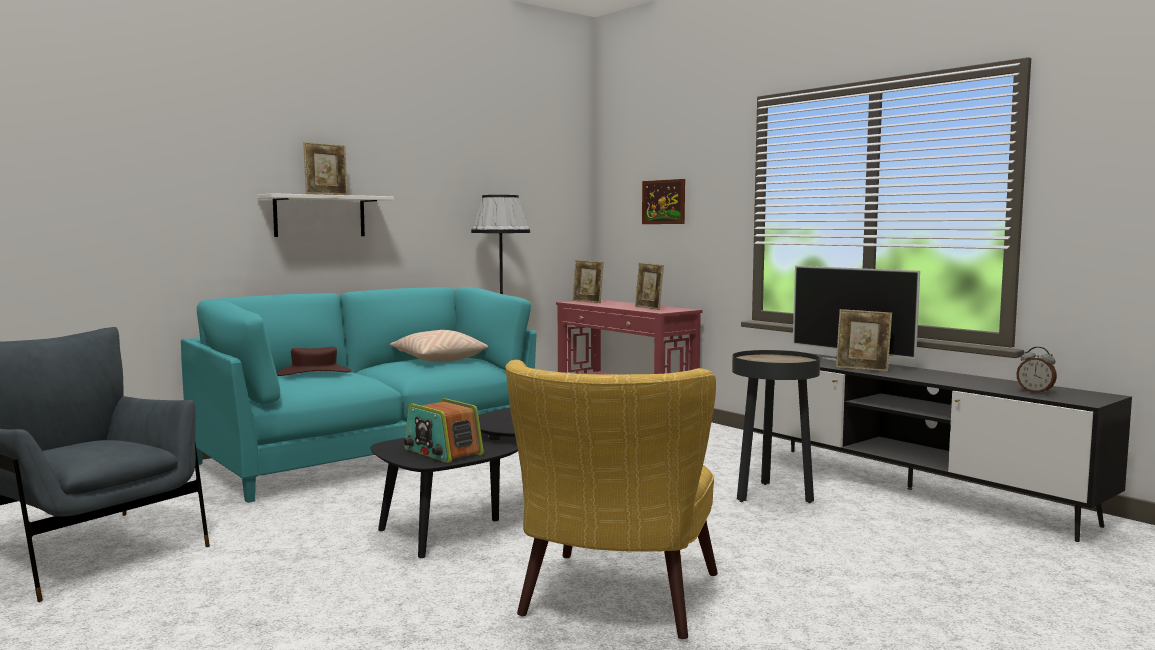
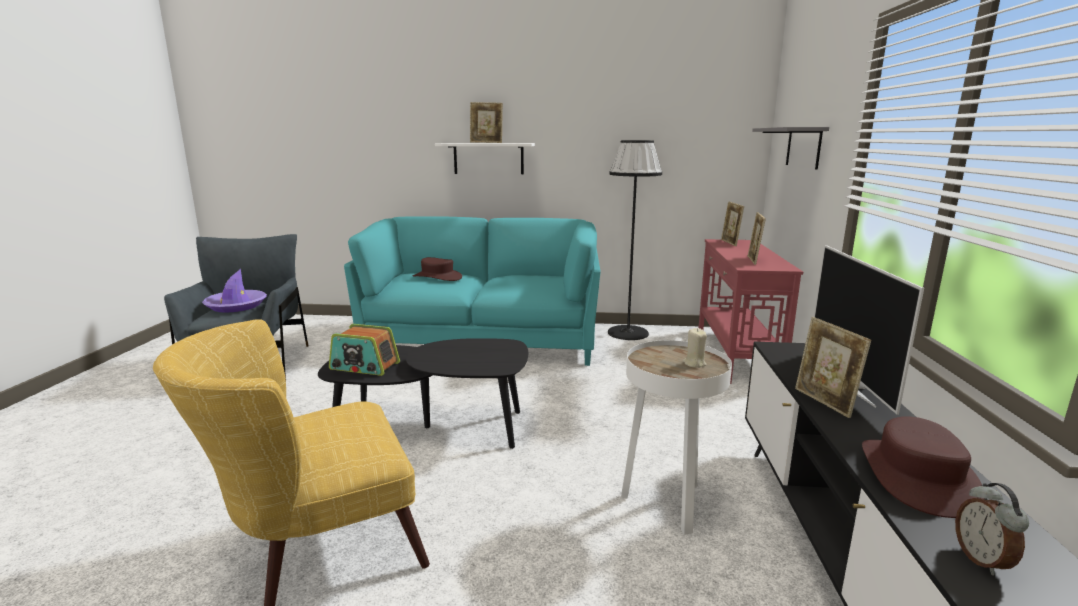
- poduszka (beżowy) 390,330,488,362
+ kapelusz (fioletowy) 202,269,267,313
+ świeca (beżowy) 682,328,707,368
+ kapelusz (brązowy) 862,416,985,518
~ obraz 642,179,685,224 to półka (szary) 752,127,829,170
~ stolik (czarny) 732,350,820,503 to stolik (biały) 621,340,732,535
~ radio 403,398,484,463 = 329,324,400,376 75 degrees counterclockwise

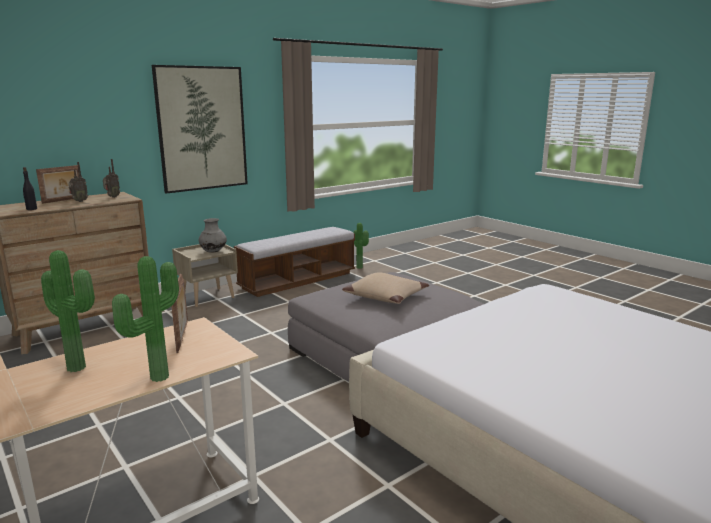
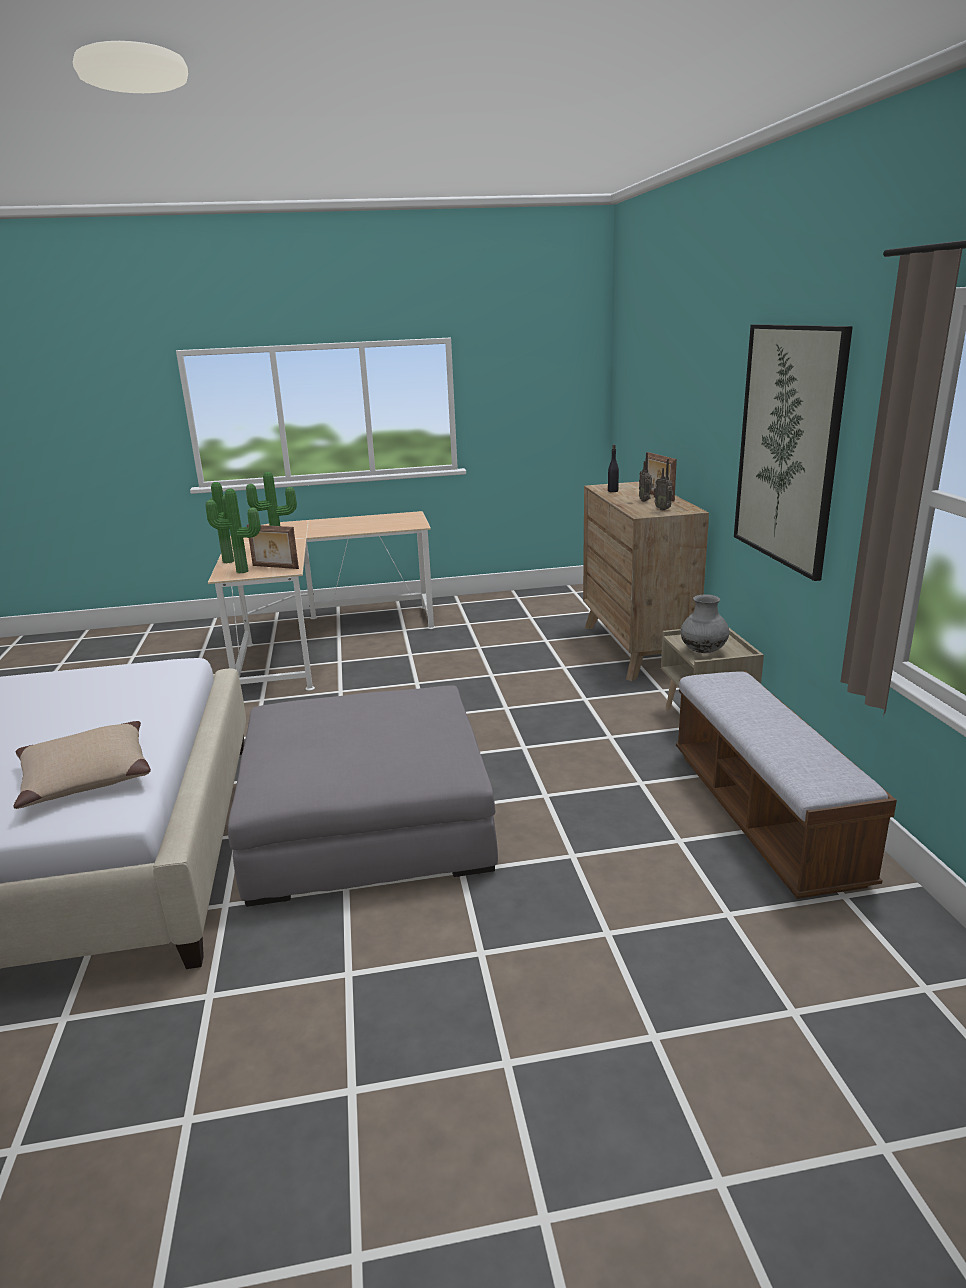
~ poduszka (beżowy) 342,273,429,304 to 13,721,151,809
~ roślina doniczkowa 353,223,369,269 to 205,489,261,574

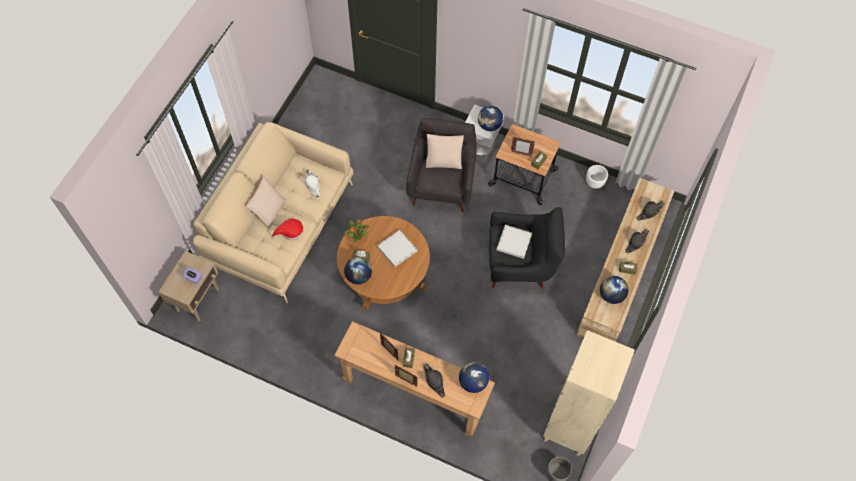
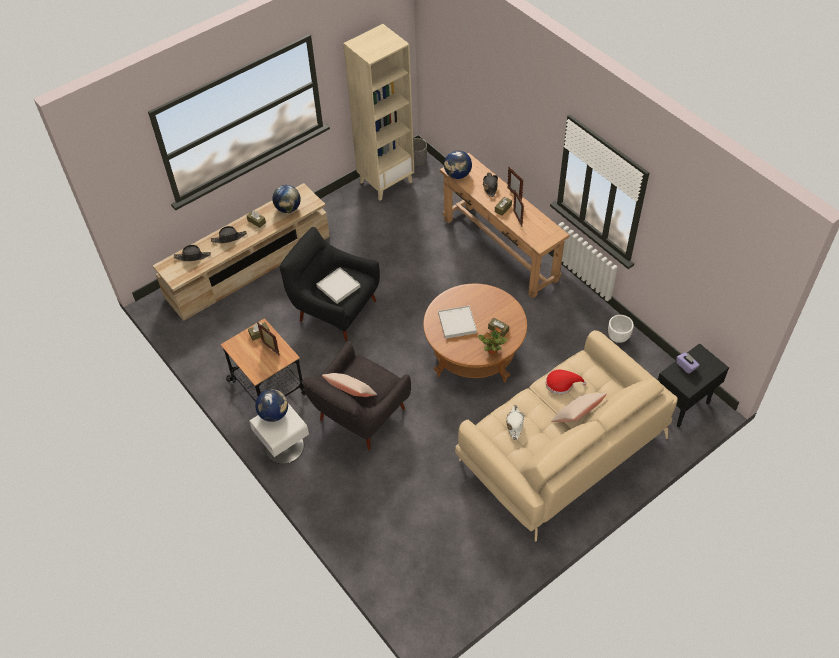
- globus 344,257,372,285
~ donica (biały) 586,165,608,189 to 608,315,634,343
~ stolik (beżowy) 158,251,219,321 to stolik (czarny) 658,343,729,427

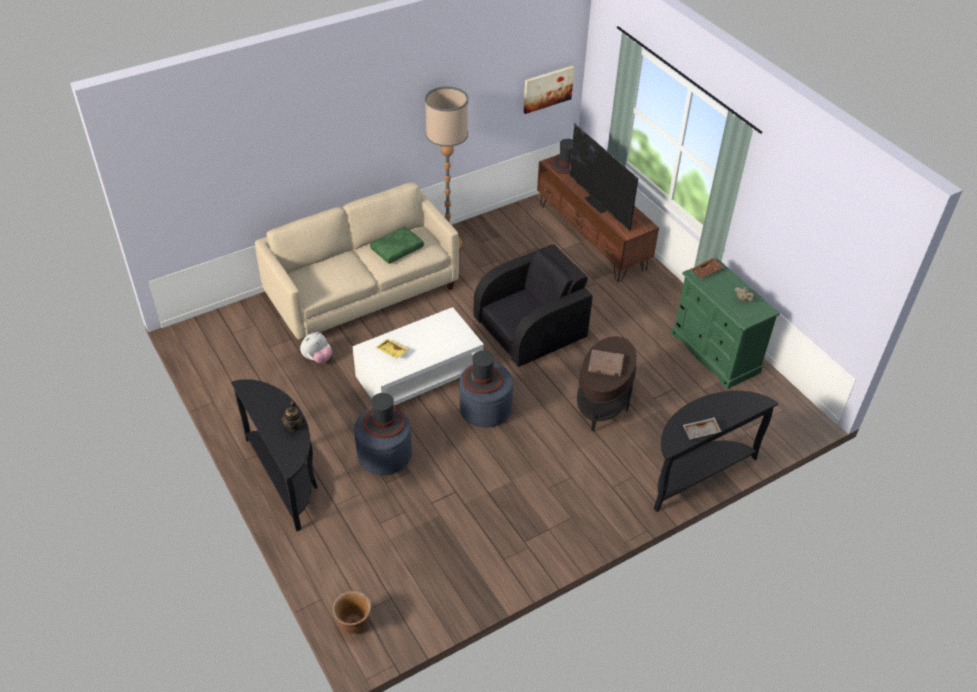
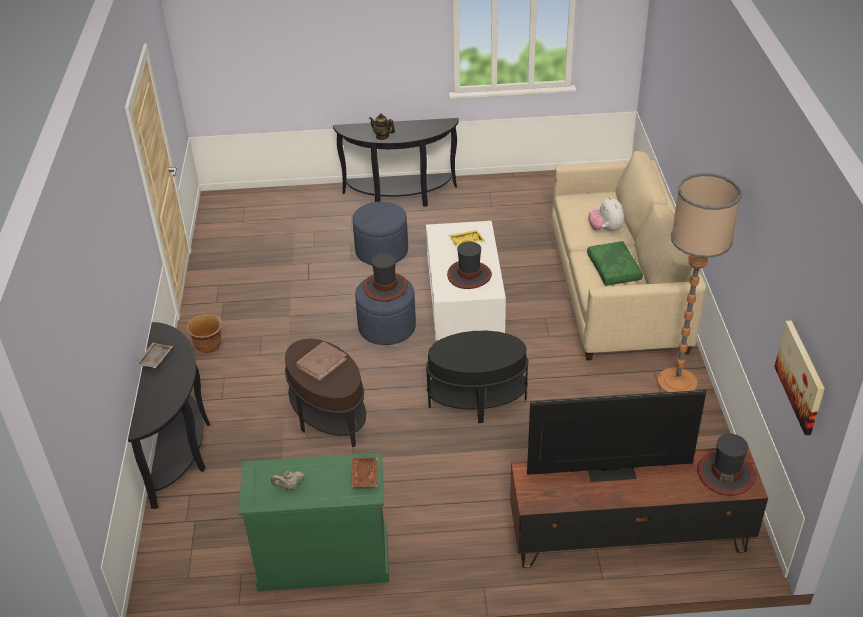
~ pluszak 300,332,332,364 to 588,196,624,233
~ donica (brązowy) 333,591,371,634 to 186,314,223,353
~ kapelusz 362,393,405,438 to 447,242,492,289
~ fotel (czarny) 474,244,593,367 to stolik (czarny) 426,331,529,423

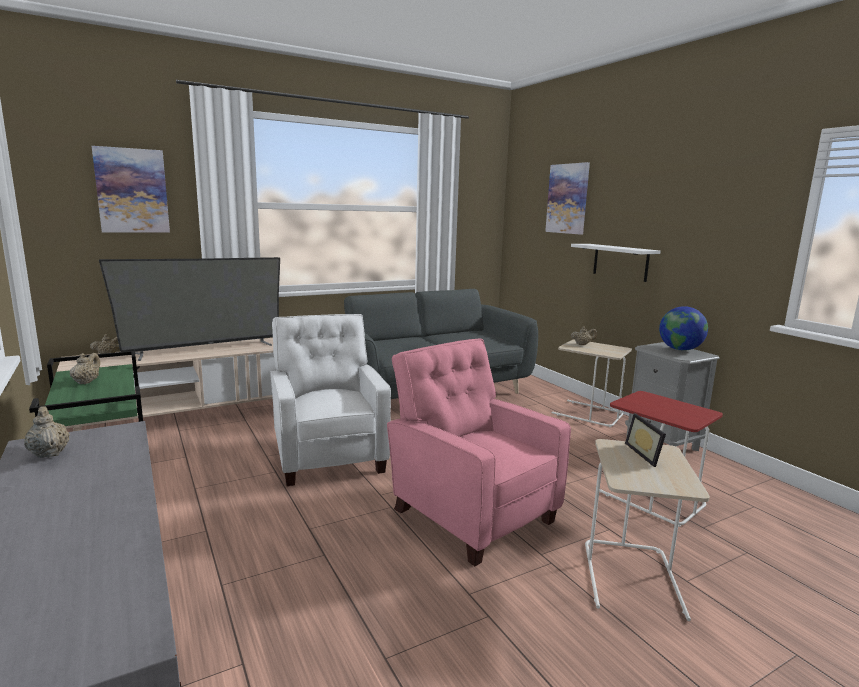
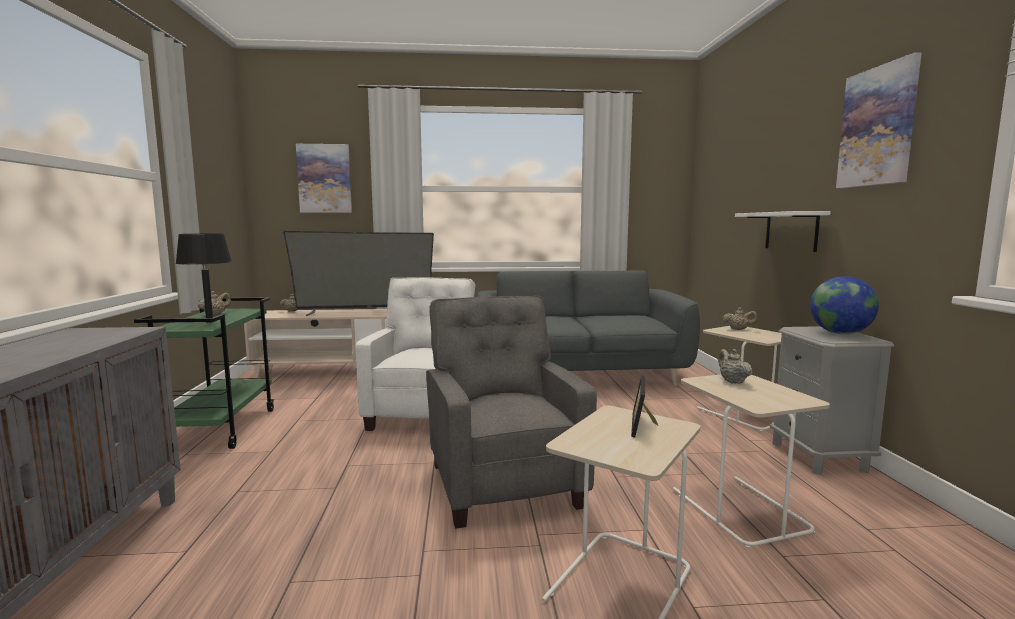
+ lampa stołowa (czarny) 176,234,232,323
~ imbryk (beżowy) 24,406,70,458 to 718,349,752,384
~ obraz 545,162,590,235 to 836,52,922,188
~ fotel (różowy) 387,338,571,566 to fotel (szary) 426,296,597,529
~ stolik (czerwony) 599,391,723,527 to stolik (beżowy) 673,375,830,548

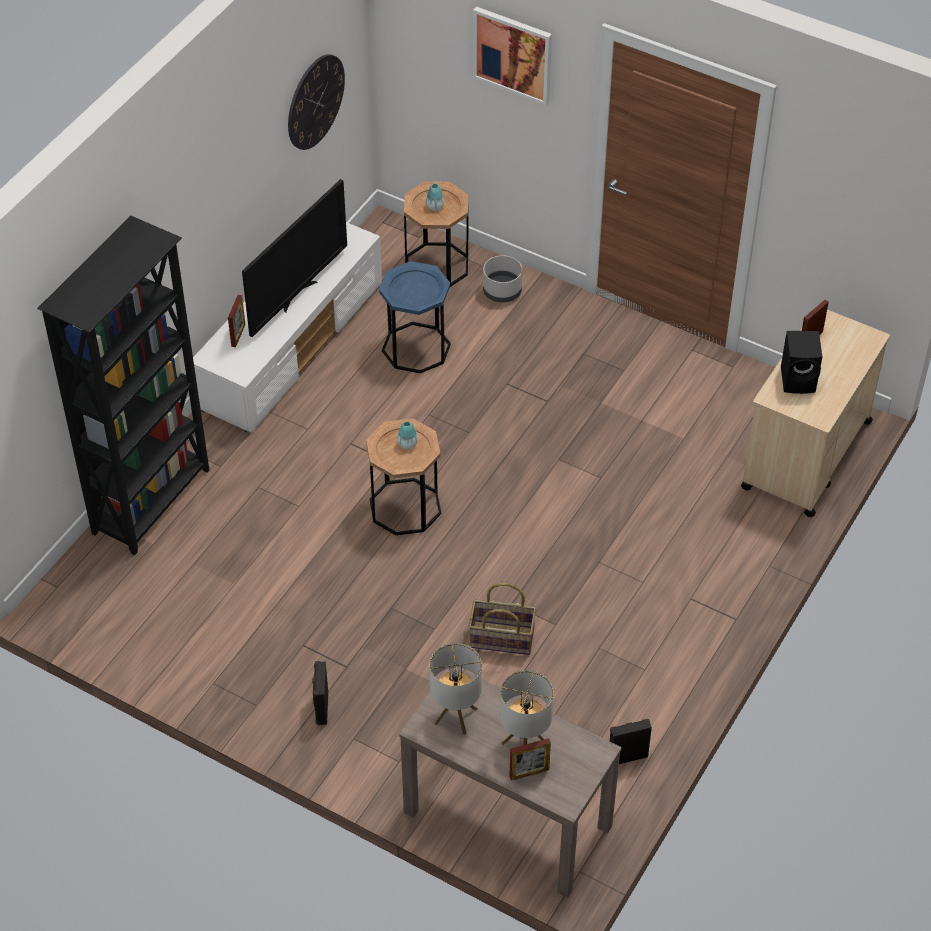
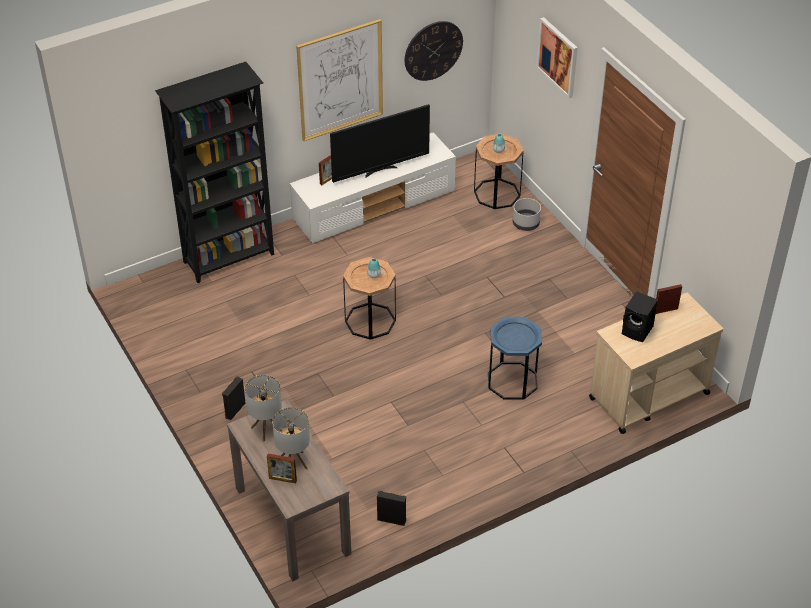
- koszyk 469,583,536,655
+ obraz 296,19,383,141
~ stolik (niebieski) 379,261,451,373 to 488,317,542,400

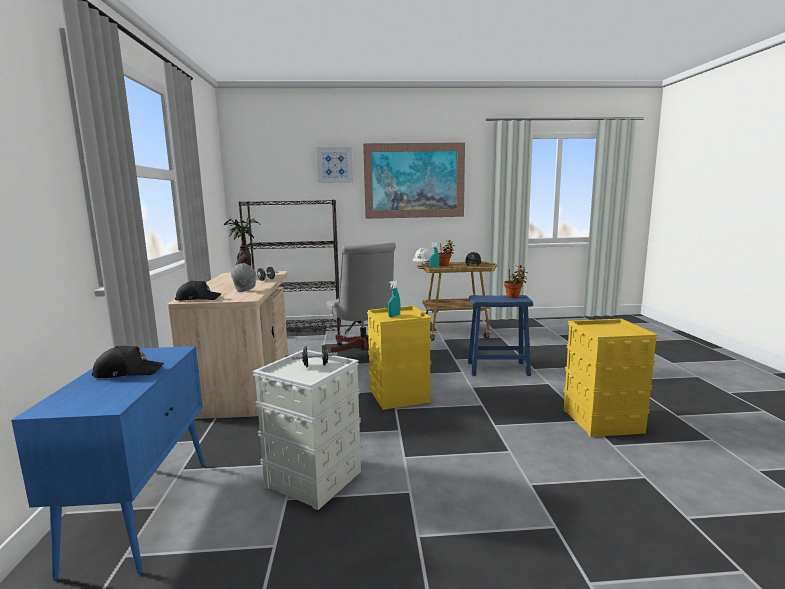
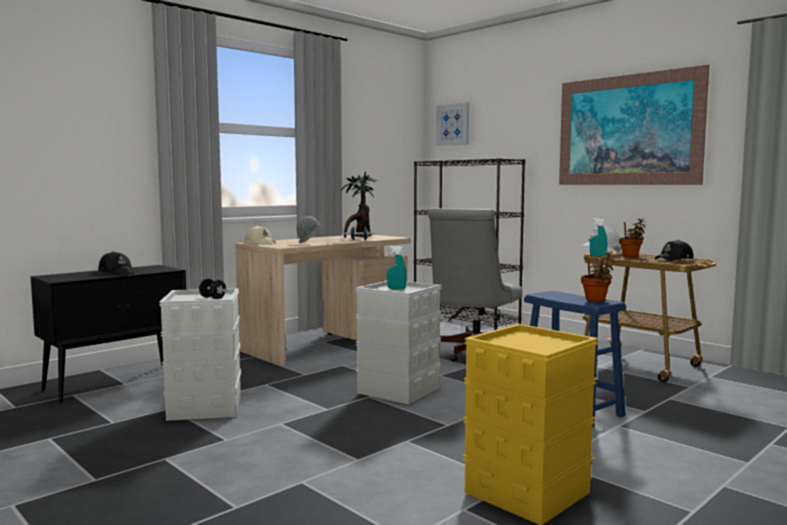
~ obraz 317,147,353,183 to 436,102,469,146
~ szafka (niebieski) 11,346,205,580 to szafka (czarny) 31,265,186,404
~ czapka z daszkiem (czarny) 175,280,222,301 to czapka z daszkiem (beżowy) 244,226,276,245
~ pojemnik do przechowywania (żółty) 367,306,432,410 to pojemnik do przechowywania (szary) 355,281,442,405

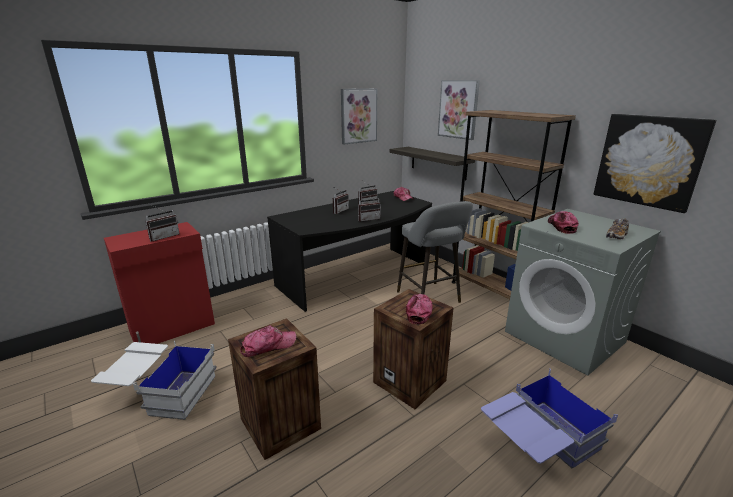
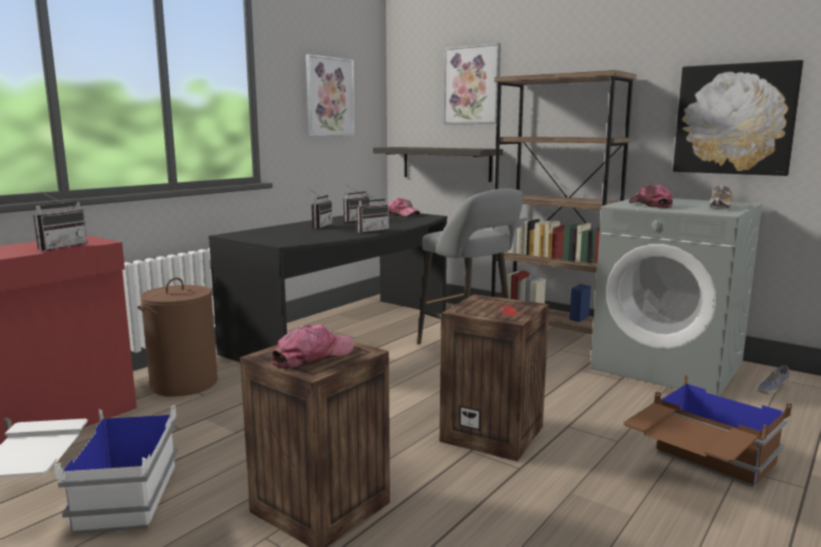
- czapka z daszkiem 406,294,433,324
+ kosz na pranie (brązowy) 138,278,218,397
+ but 758,365,790,395
~ pojemnik do przechowywania (niebieski) 481,369,618,468 to pojemnik do przechowywania (brązowy) 623,375,792,488

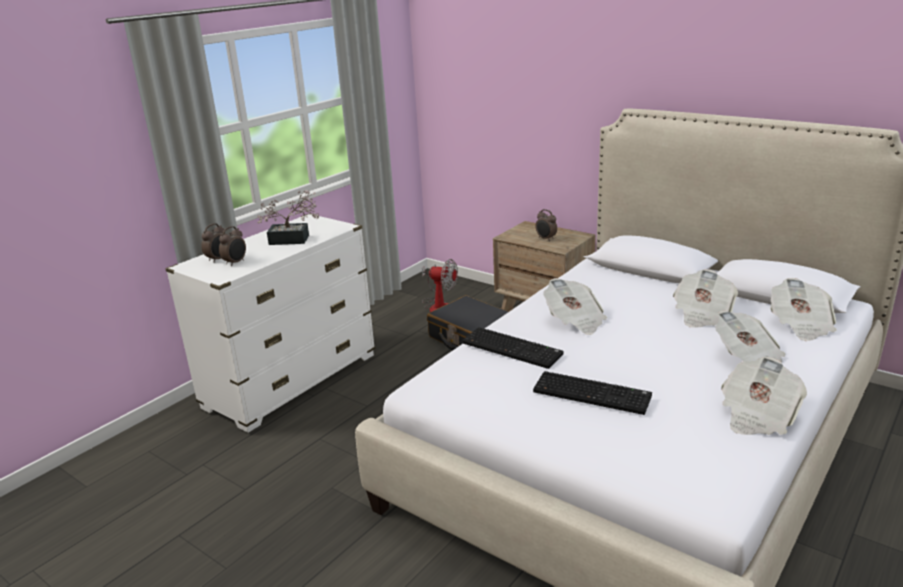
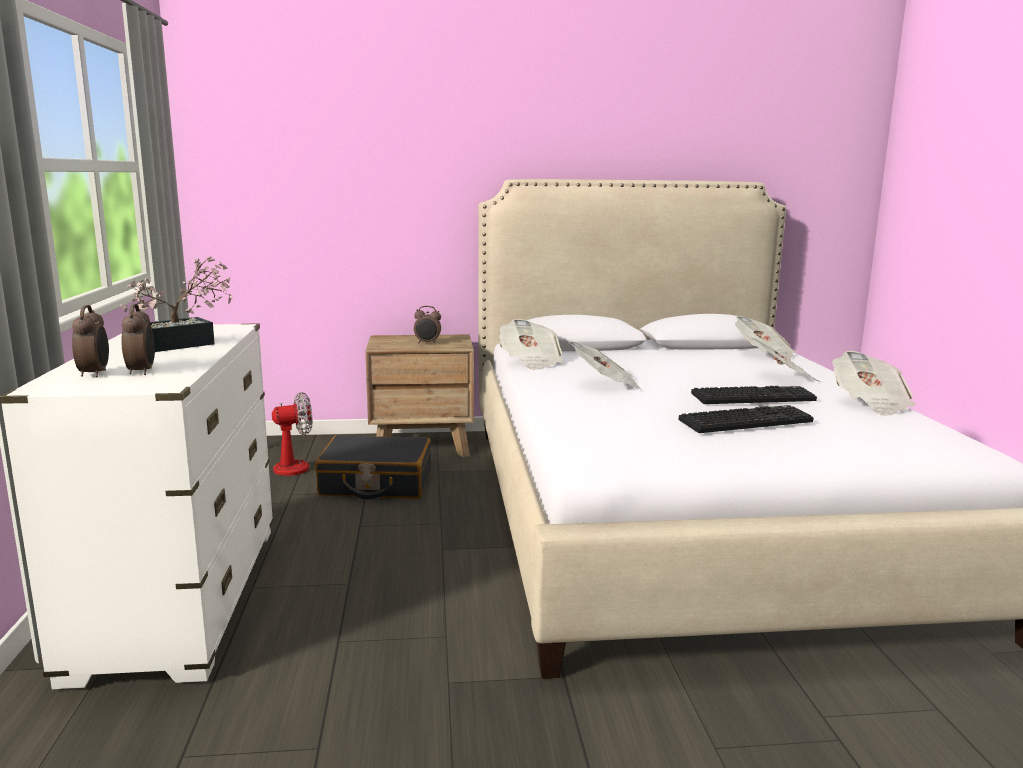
~ klawiatura 462,327,563,369 to 691,386,817,404
~ gazeta 673,269,738,328 to 499,319,563,370

